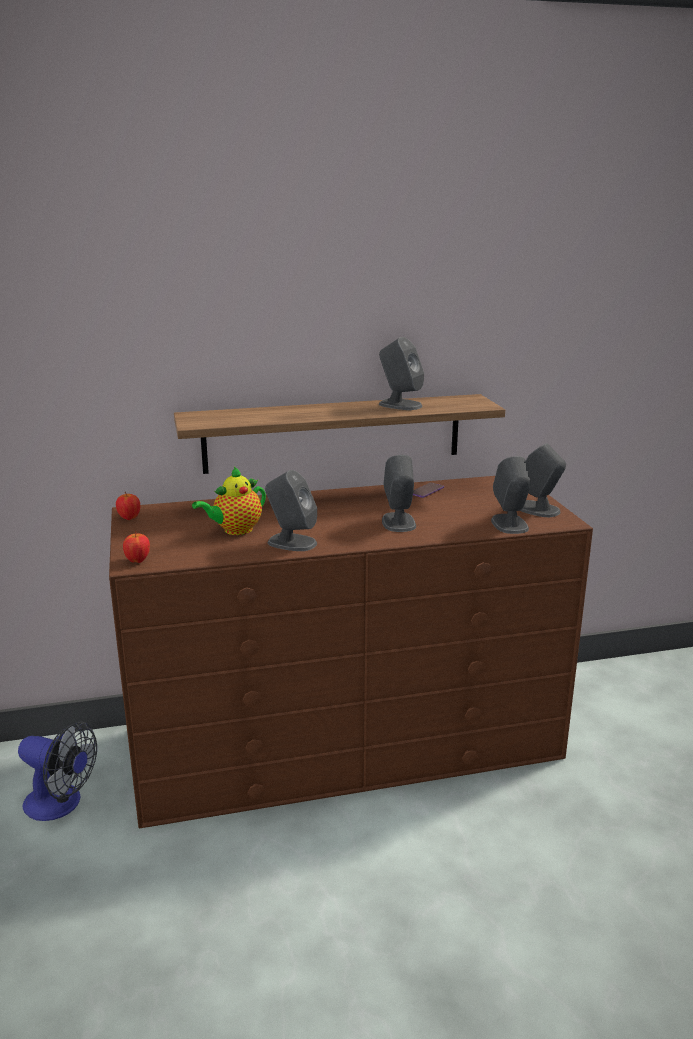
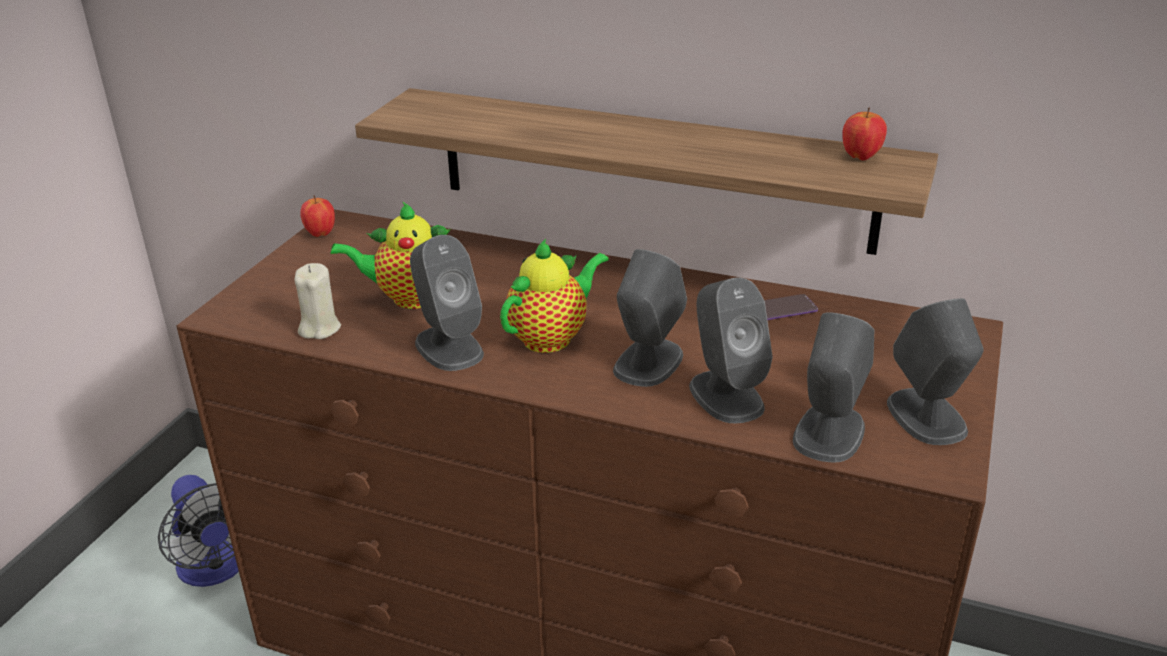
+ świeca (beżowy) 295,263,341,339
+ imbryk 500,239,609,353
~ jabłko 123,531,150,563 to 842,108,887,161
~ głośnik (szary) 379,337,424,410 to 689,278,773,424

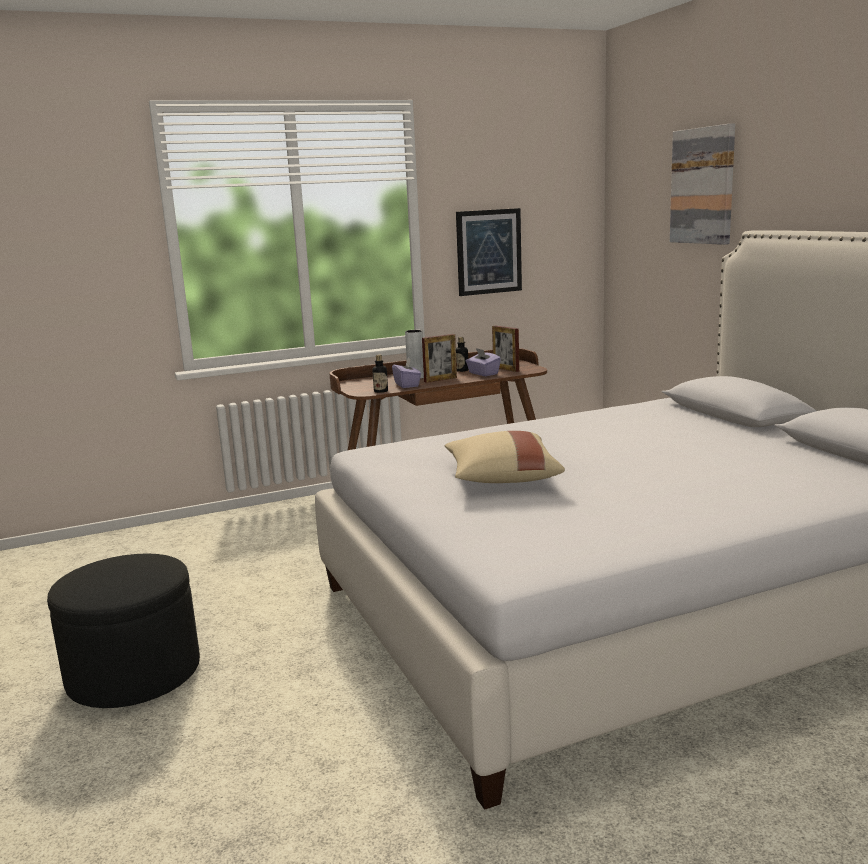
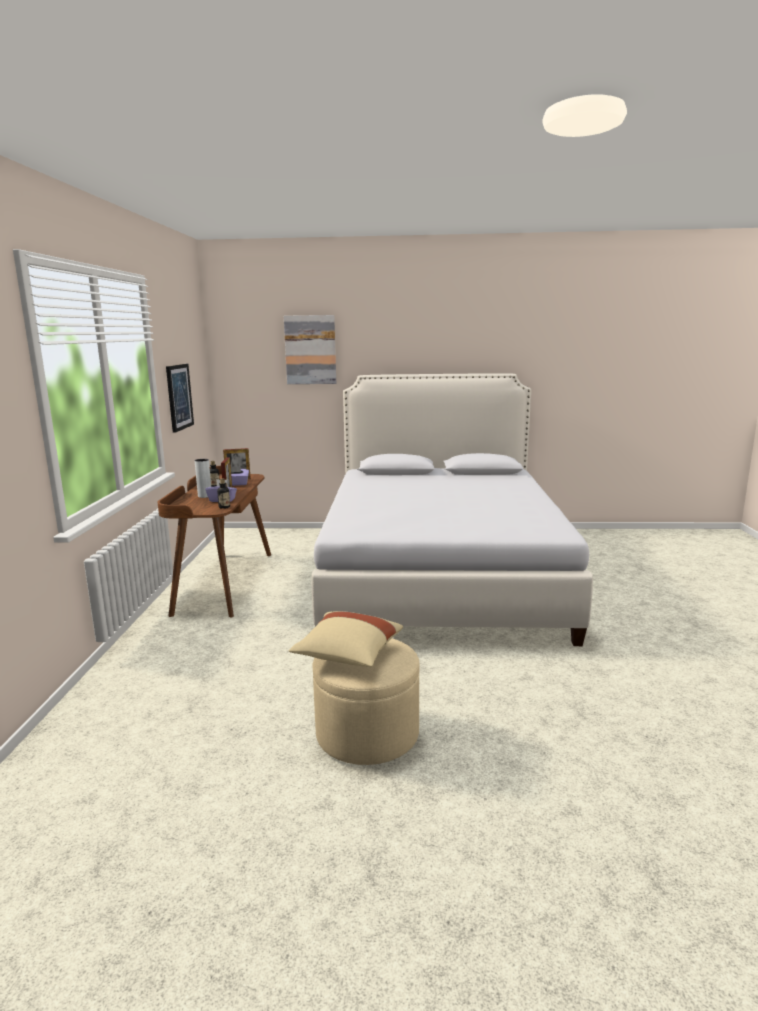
~ poduszka (beżowy) 445,431,565,483 to 289,611,403,667
~ pufa (czarny) 47,553,200,708 to pufa (beżowy) 313,638,419,765

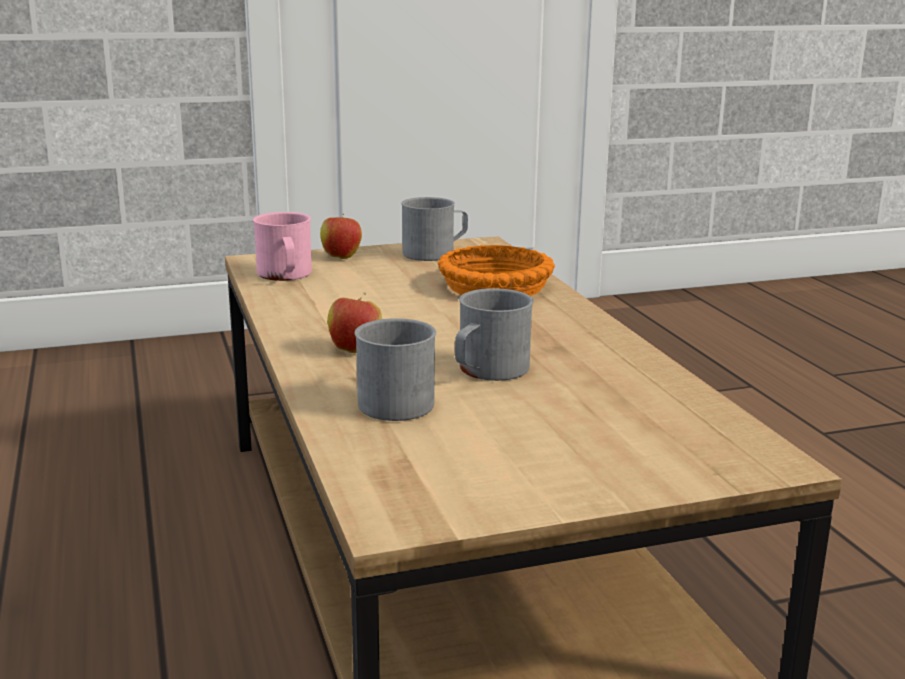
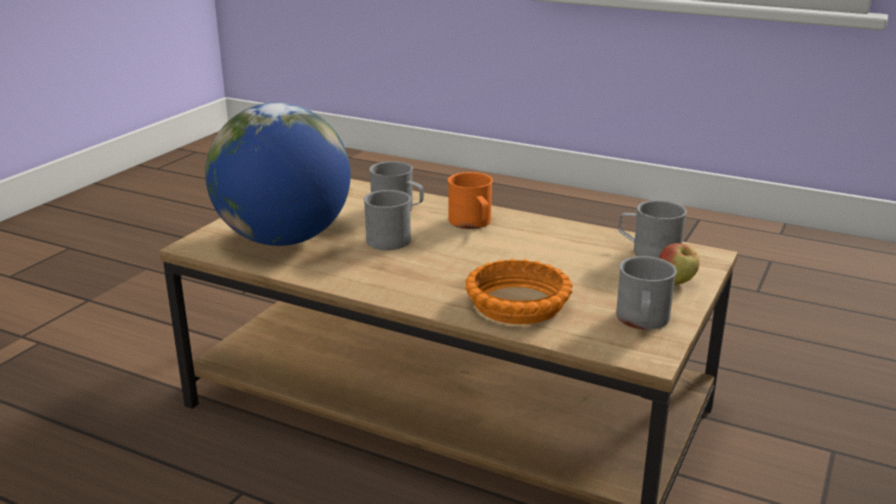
+ globus 205,102,351,246
~ jabłko 327,292,382,353 to kubek (pomarańczowy) 448,172,493,229
~ kubek (różowy) 253,212,312,281 to kubek (szary) 618,200,687,258

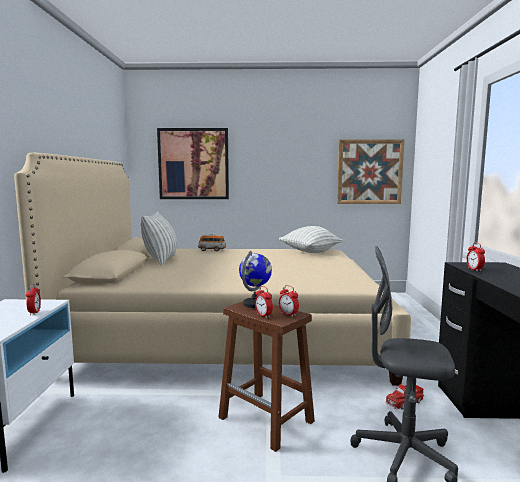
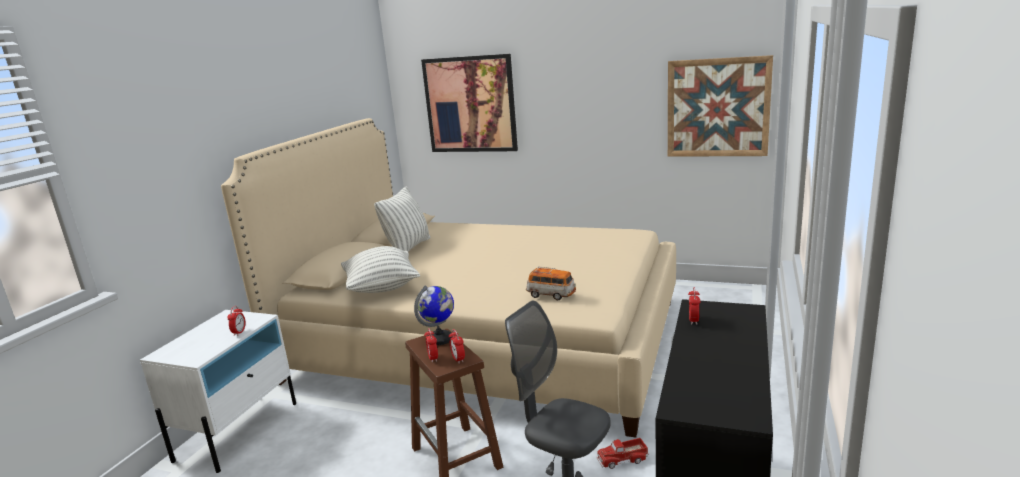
~ samochodzik 198,234,226,251 to 526,266,576,300
~ poduszka 279,226,343,253 to 341,246,420,293

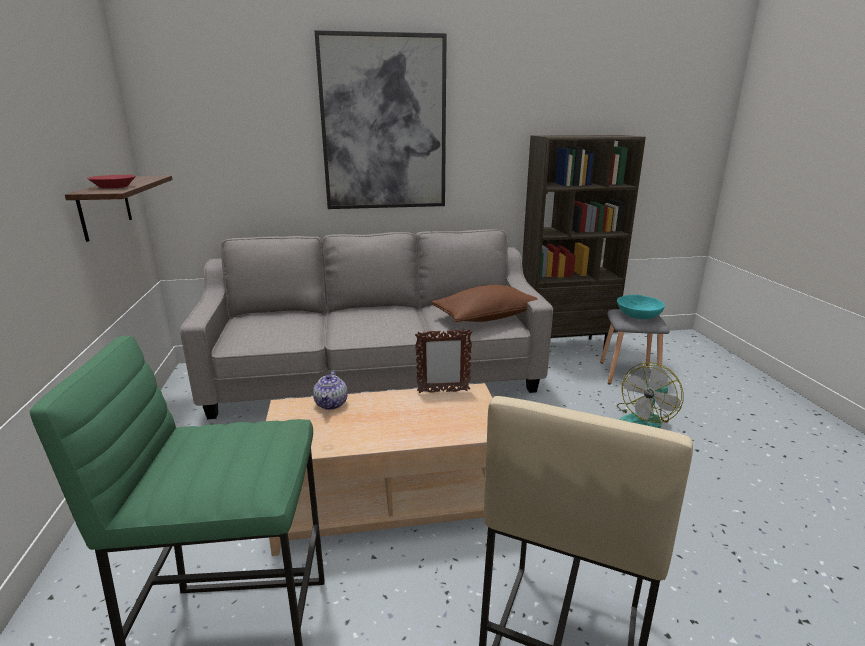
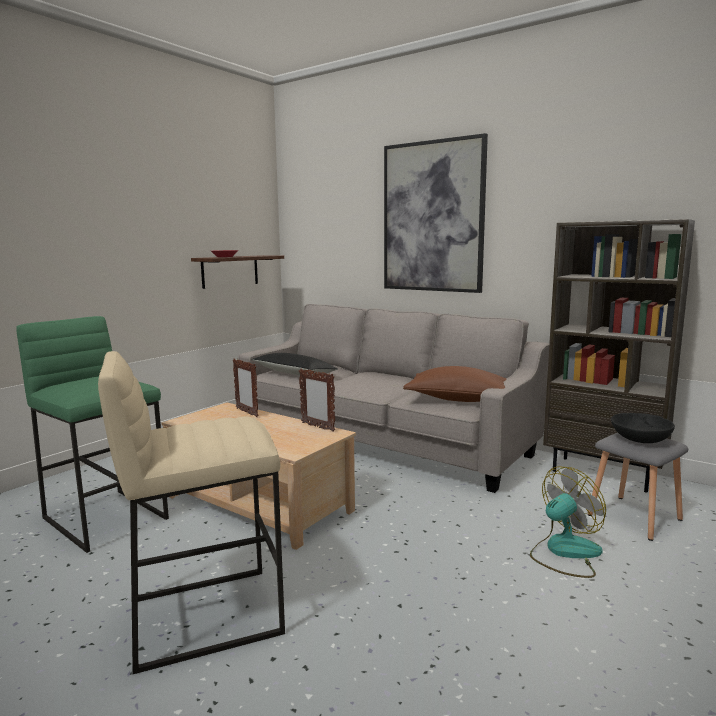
+ poduszka (czarny) 252,353,338,376
~ imbryk 313,370,348,410 to ramka na zdjęcie 233,358,259,417
~ miska (turkusowy) 617,295,665,319 to miska (czarny) 611,413,675,443
~ wentylator 617,362,684,429 = 530,466,606,578 150 degrees clockwise

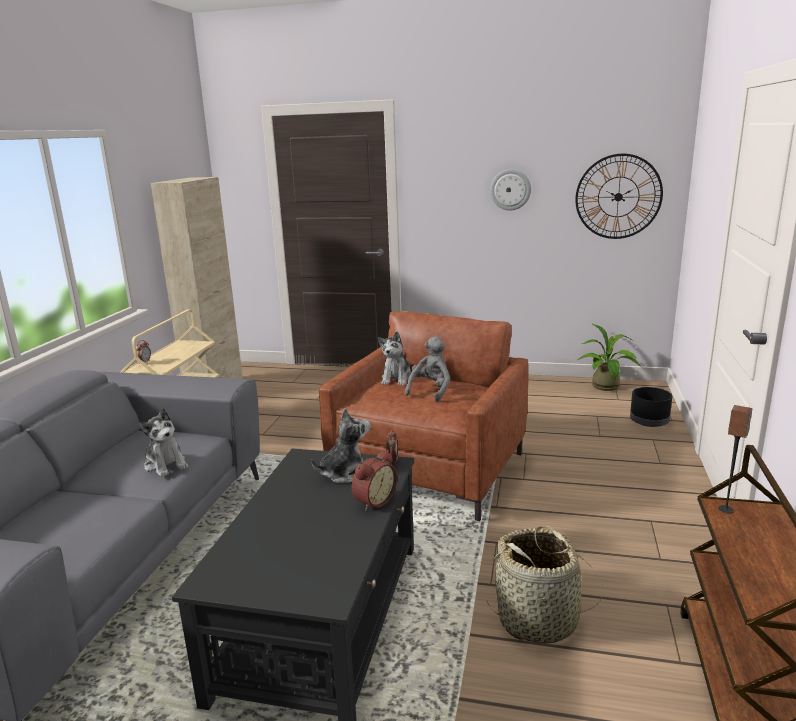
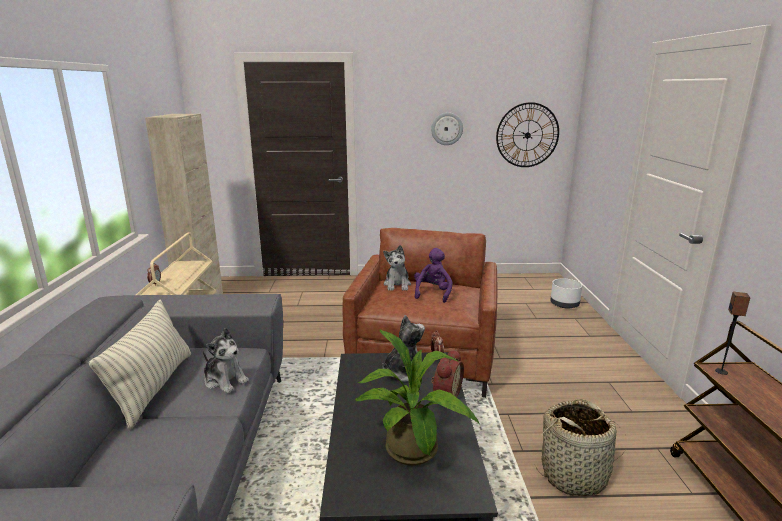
+ poduszka 88,300,191,429
~ roślina doniczkowa 577,324,641,391 to 355,329,479,466
~ pluszak (szary) 405,336,450,402 to pluszak (fioletowy) 414,248,453,303
~ donica (czarny) 630,387,672,427 to donica (biały) 550,278,582,308

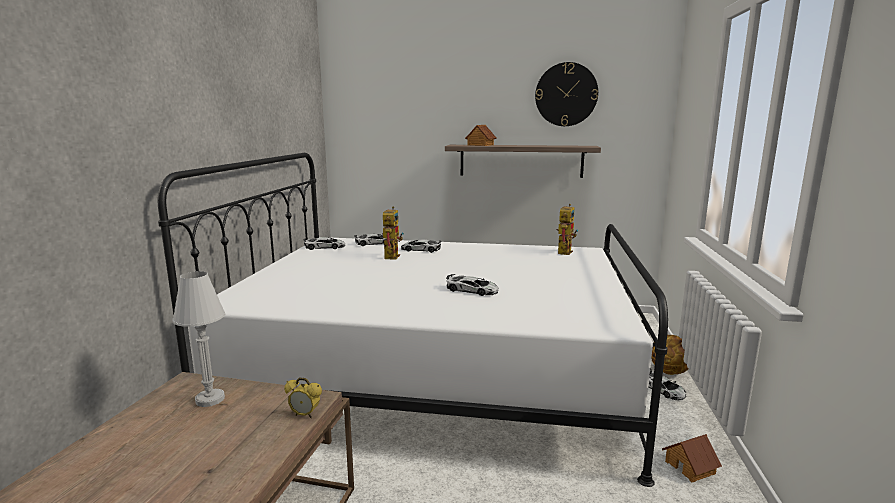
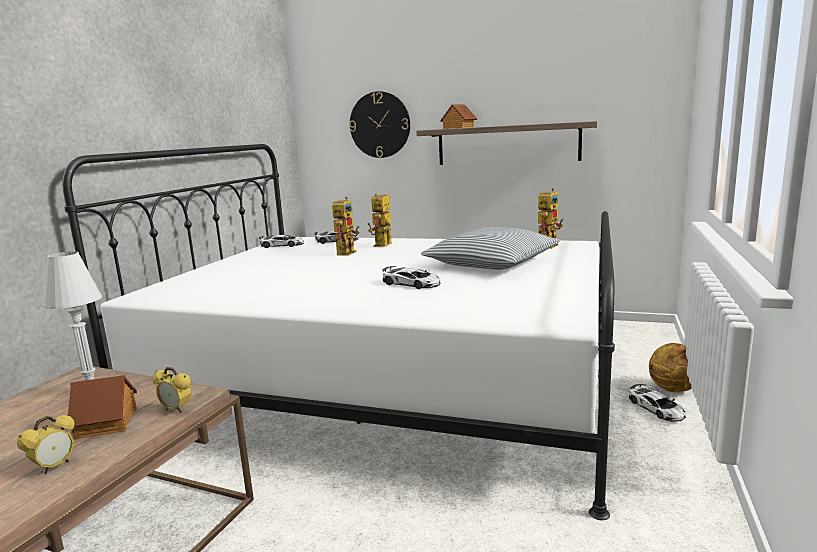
+ budzik 17,414,75,474
+ poduszka 421,227,560,270
~ zegar ścienny 535,62,598,126 to 349,91,410,158
~ domek 662,434,722,482 to 68,375,137,439
~ samochodzik 401,240,441,253 to robot zabawkowy 367,194,392,247

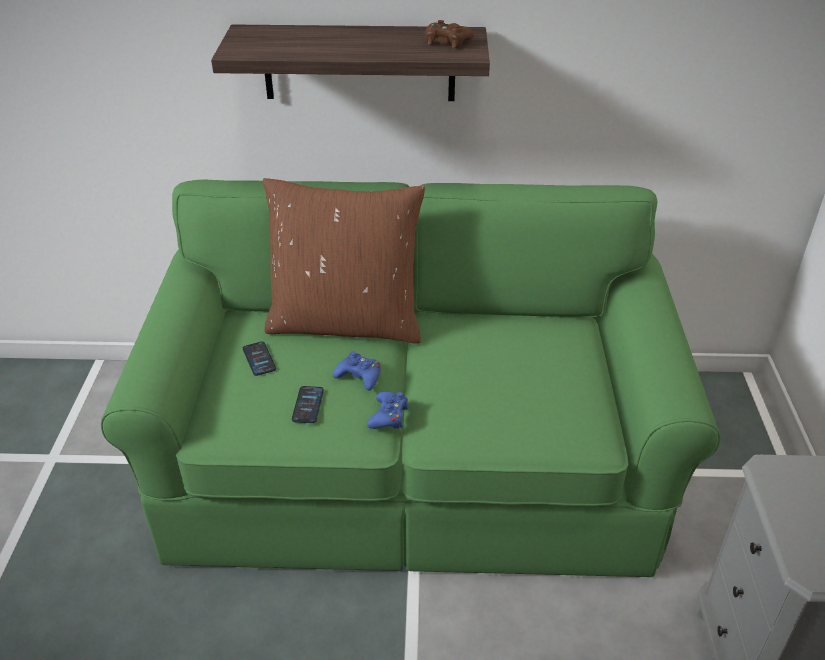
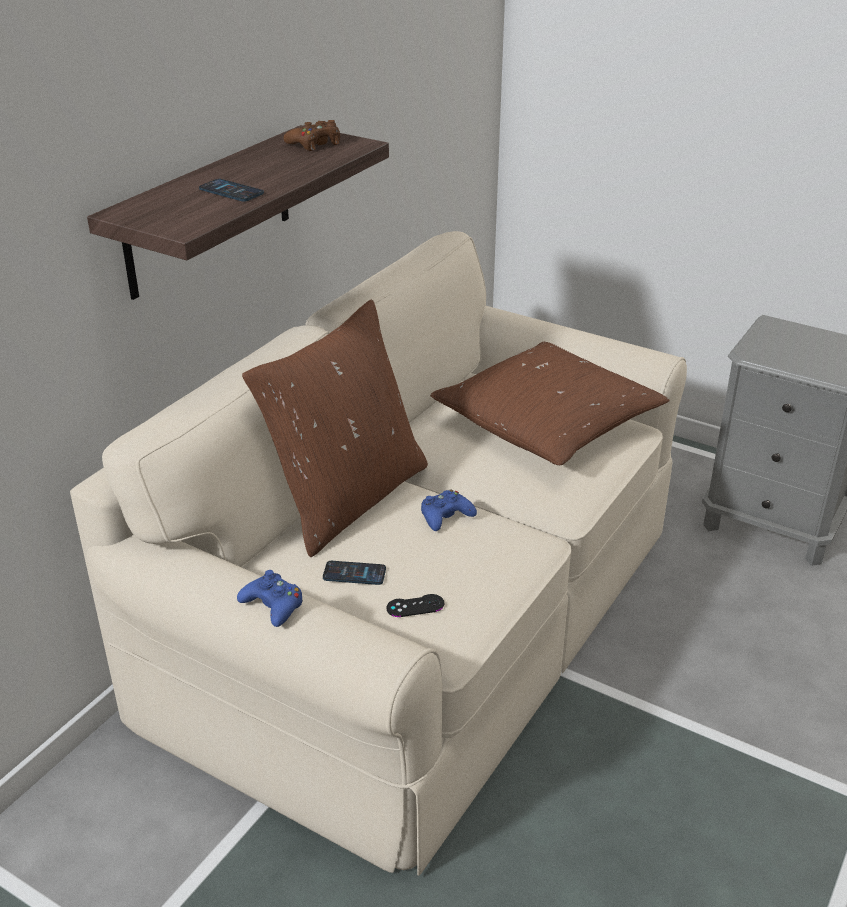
+ pad do gier (czarny) 386,594,444,617
+ poduszka (brązowy) 430,342,670,465
~ telefon 292,386,324,423 to 199,179,264,202
~ pad do gier (niebieski) 367,391,409,429 to 237,570,303,627
~ kanapa (zielony) 101,180,720,577 to kanapa (beżowy) 70,231,687,876

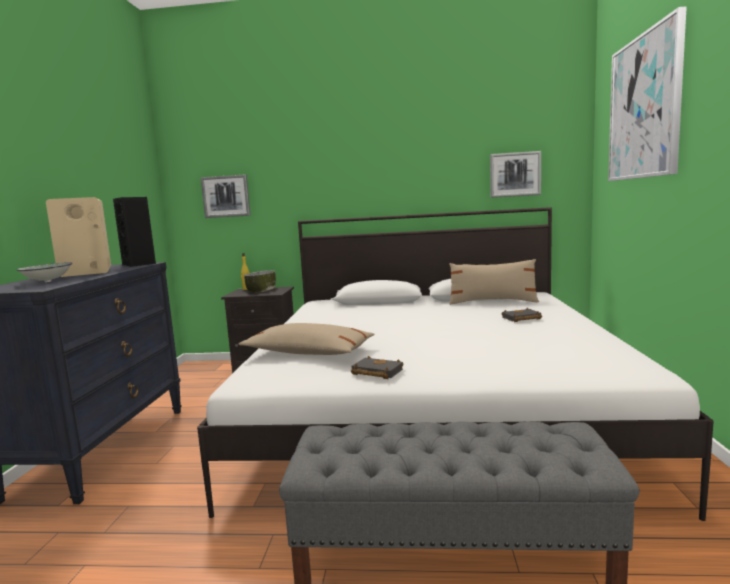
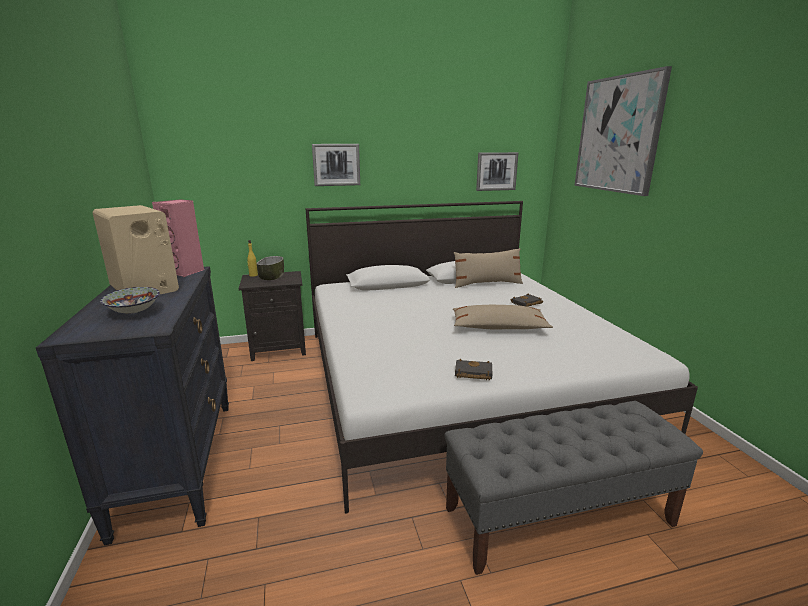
~ obraz 201,174,251,218 to 312,144,360,186
~ poduszka (beżowy) 239,323,374,355 to 453,305,553,329
~ głośnik (czarny) 113,197,156,267 to głośnik (różowy) 152,199,204,277

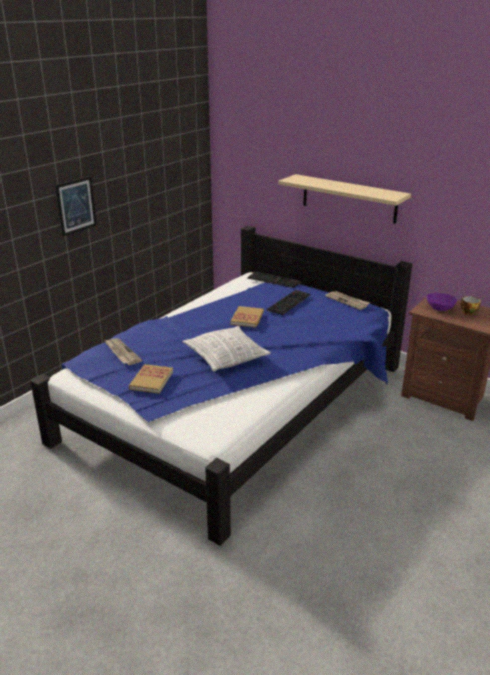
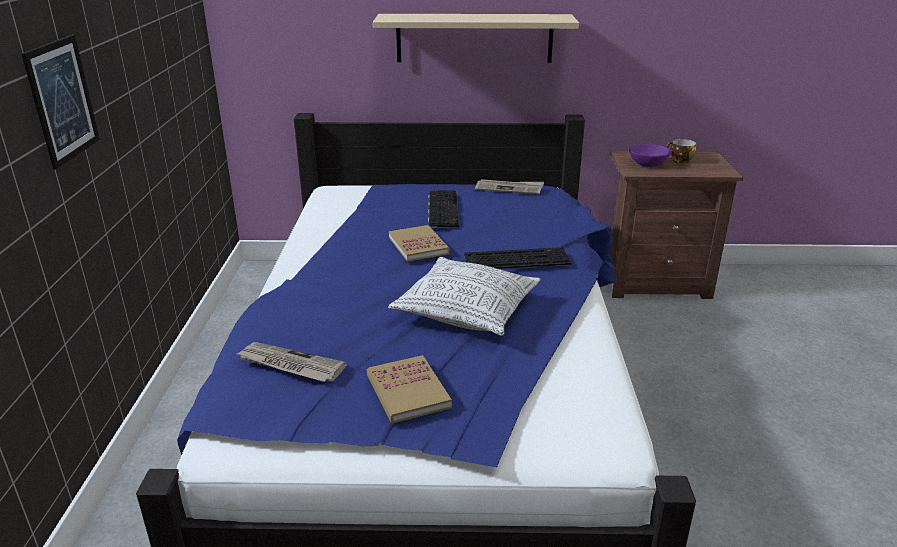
~ klawiatura 247,272,301,288 to 464,247,571,269

